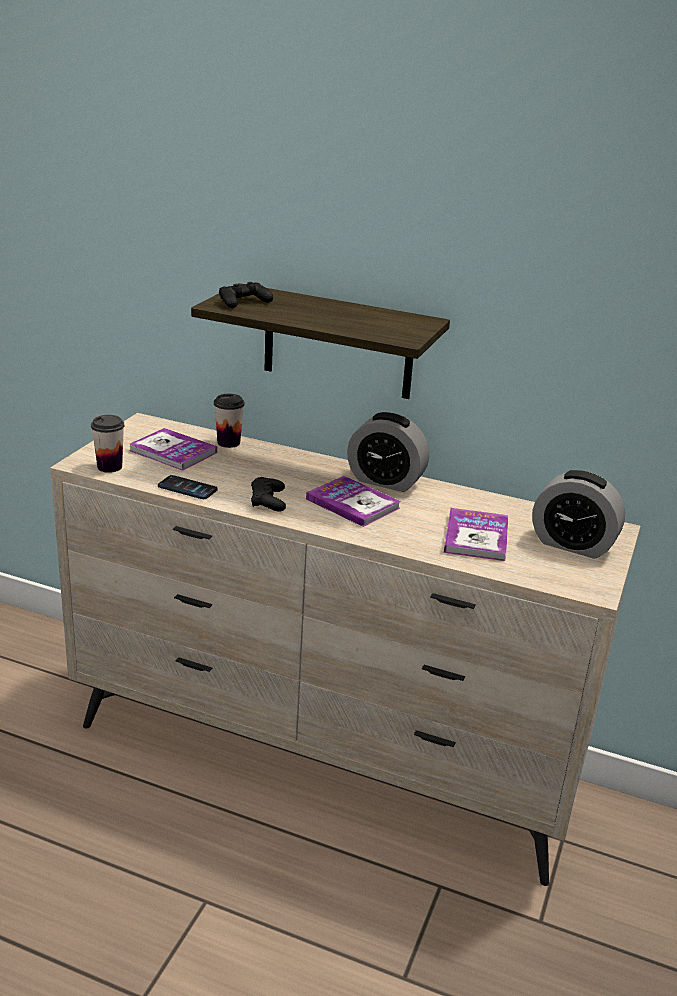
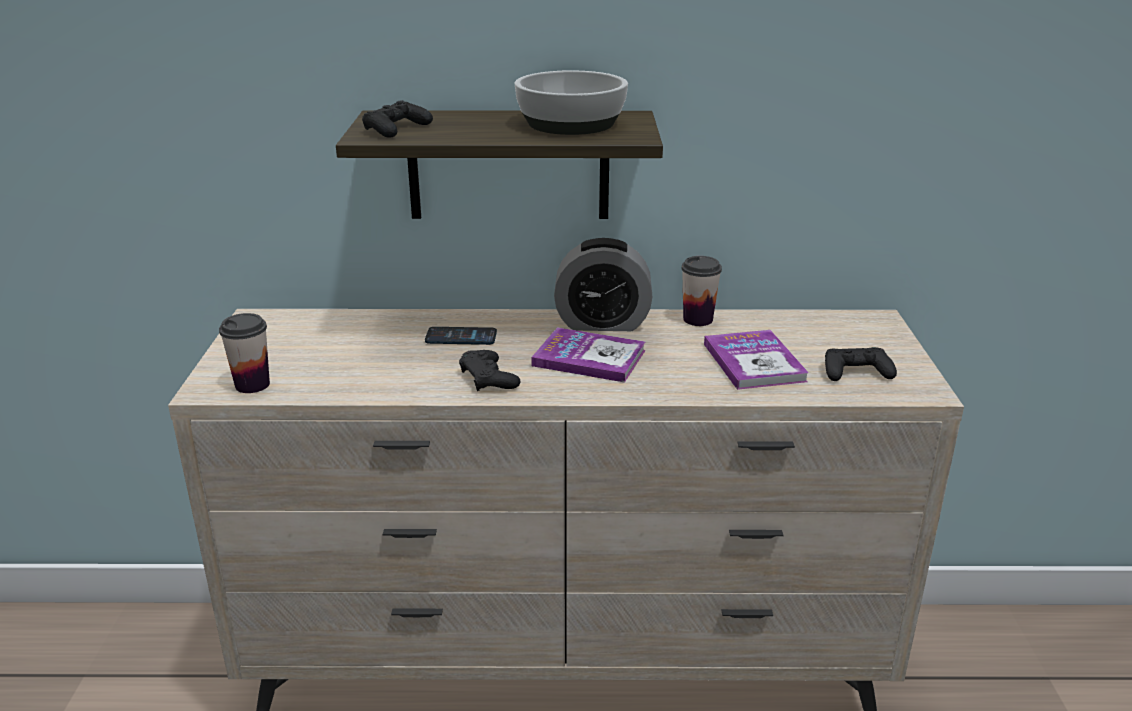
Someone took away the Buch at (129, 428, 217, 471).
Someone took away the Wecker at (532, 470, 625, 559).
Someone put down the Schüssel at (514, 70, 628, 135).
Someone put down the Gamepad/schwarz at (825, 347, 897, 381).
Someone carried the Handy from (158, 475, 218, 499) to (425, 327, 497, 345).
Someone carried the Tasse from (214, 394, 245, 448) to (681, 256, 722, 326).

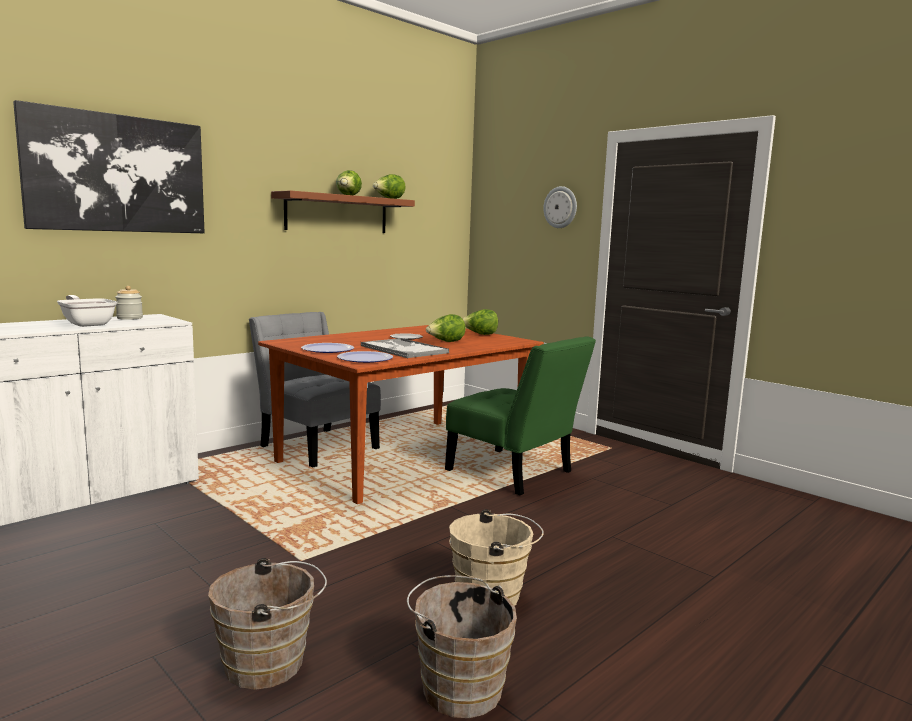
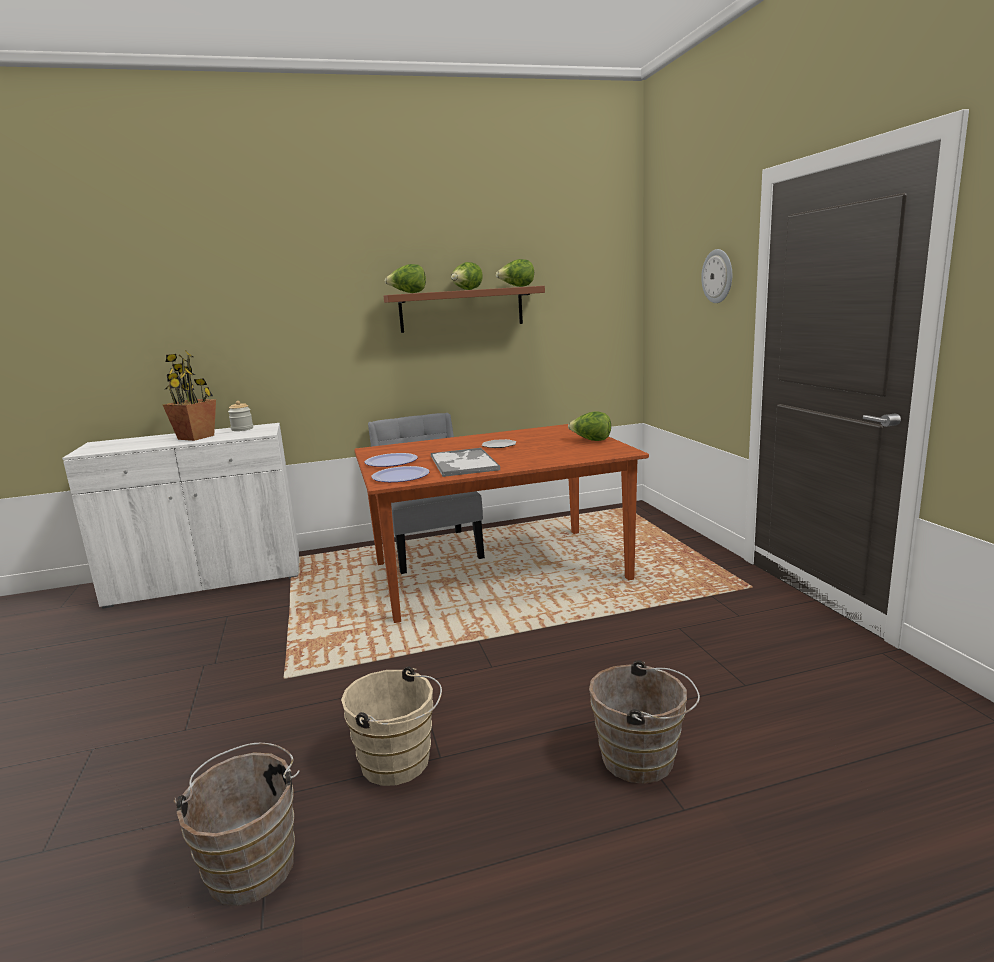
Someone took away the Bild at (13, 100, 205, 233).
Someone took away the Stuhl/grün at (445, 336, 596, 495).
Someone carried the Eimer/braun from (208, 558, 327, 690) to (589, 660, 700, 784).
Someone carried the Salatkopf from (426, 314, 466, 342) to (385, 264, 426, 293).
Someone swapped the Pfanne at (57, 295, 117, 327) for the Topfpflanze at (163, 350, 216, 441).

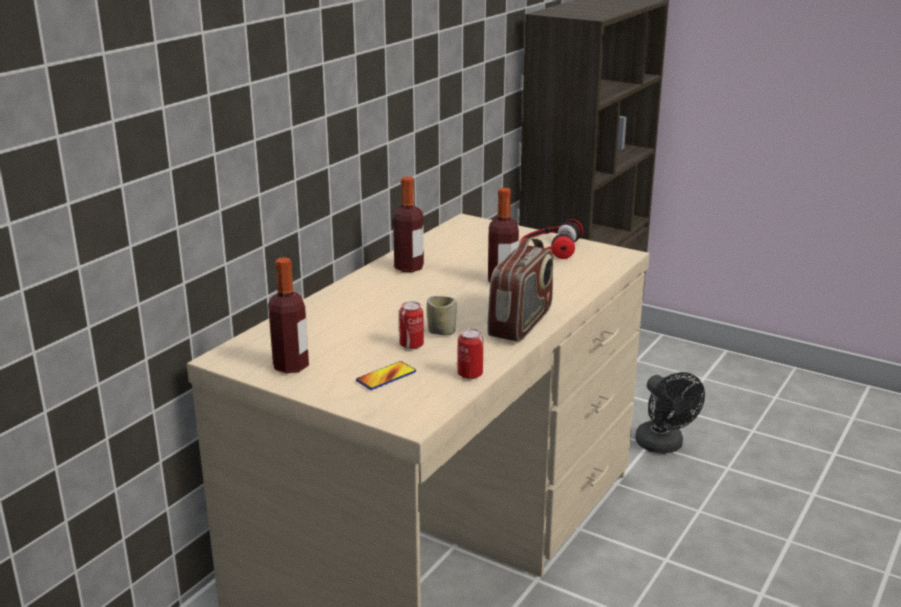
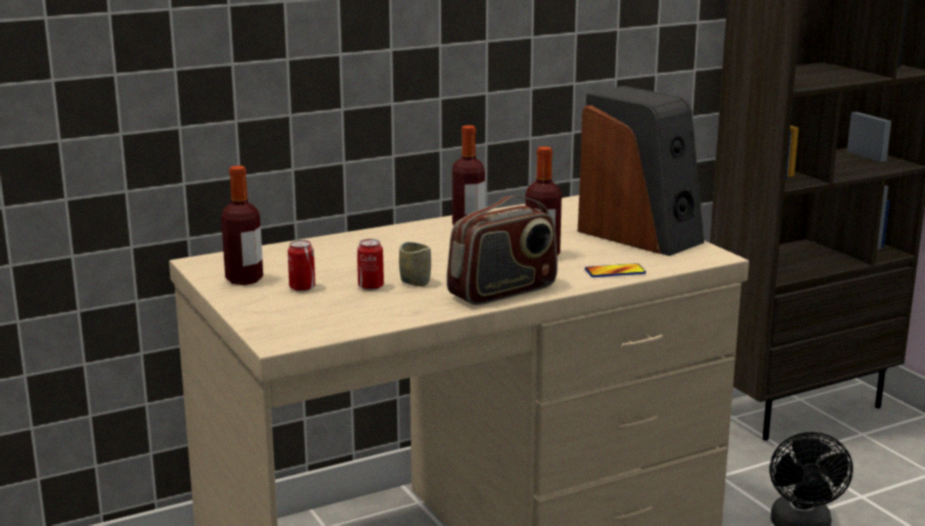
Someone carried the Handy from (356, 361, 416, 390) to (585, 263, 646, 277).
Someone carried the Dose from (457, 328, 483, 379) to (288, 240, 315, 291).
Someone swapped the Kopfhörer at (519, 219, 583, 259) for the Lautsprecher at (578, 86, 704, 256).

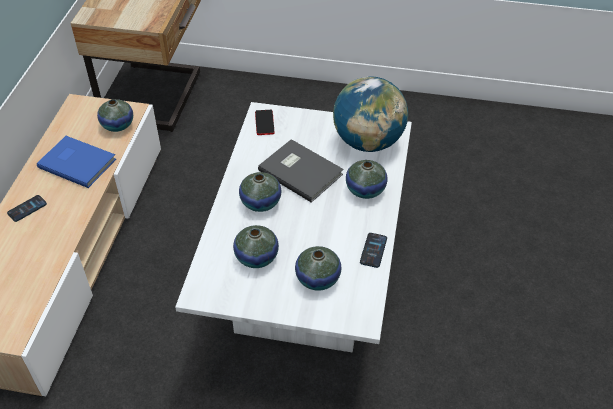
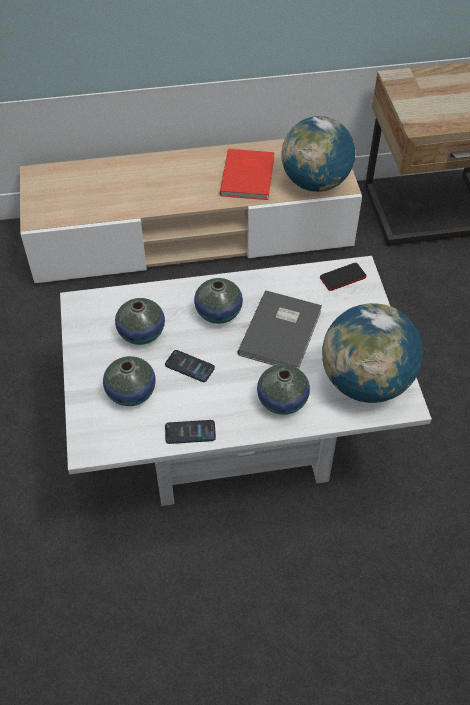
Someone carried the Handy from (7, 195, 47, 222) to (165, 350, 215, 382).
Someone swapped the Vase at (97, 99, 133, 132) for the Globus at (281, 116, 355, 192).
Someone repainted the Buch/blau at (37, 136, 116, 188), which became the Buch/rot at (220, 149, 274, 200).

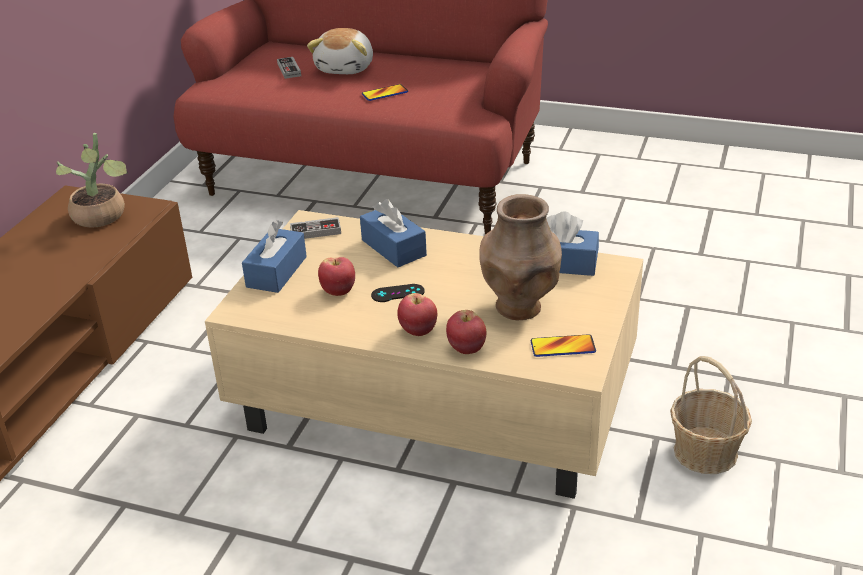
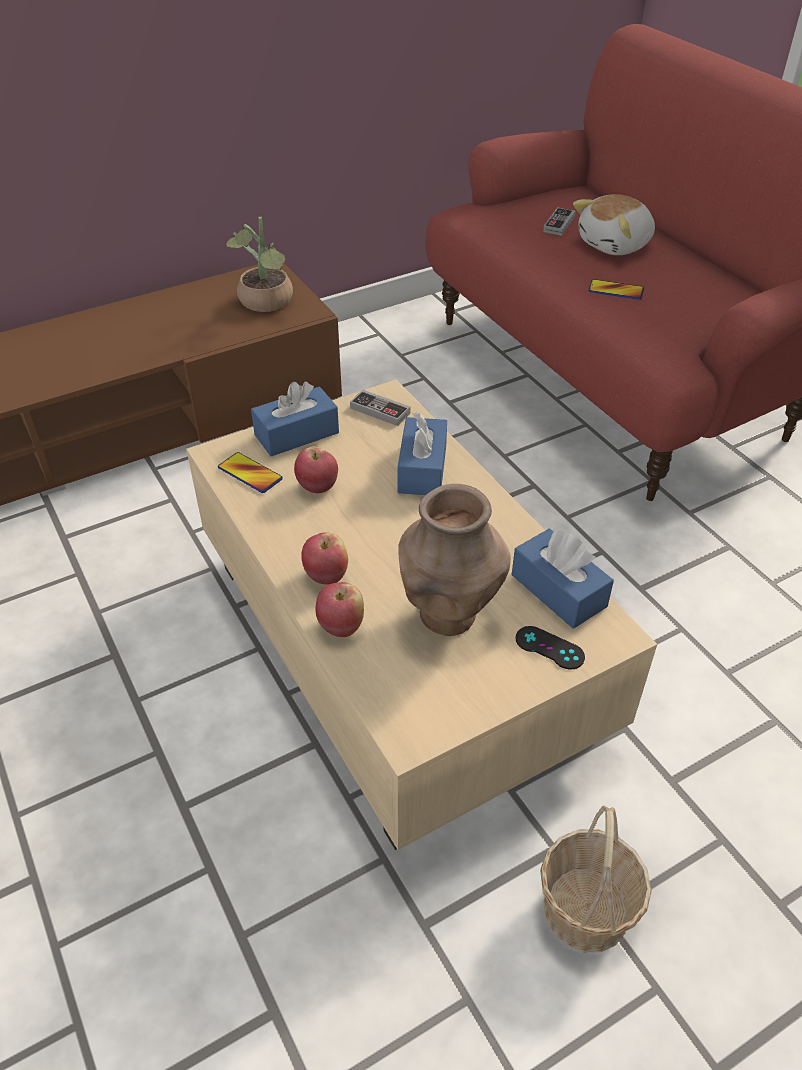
Someone carried the Gamepad/schwarz from (371, 284, 425, 302) to (515, 626, 585, 670).
Someone carried the Handy from (531, 334, 596, 357) to (218, 452, 283, 493).

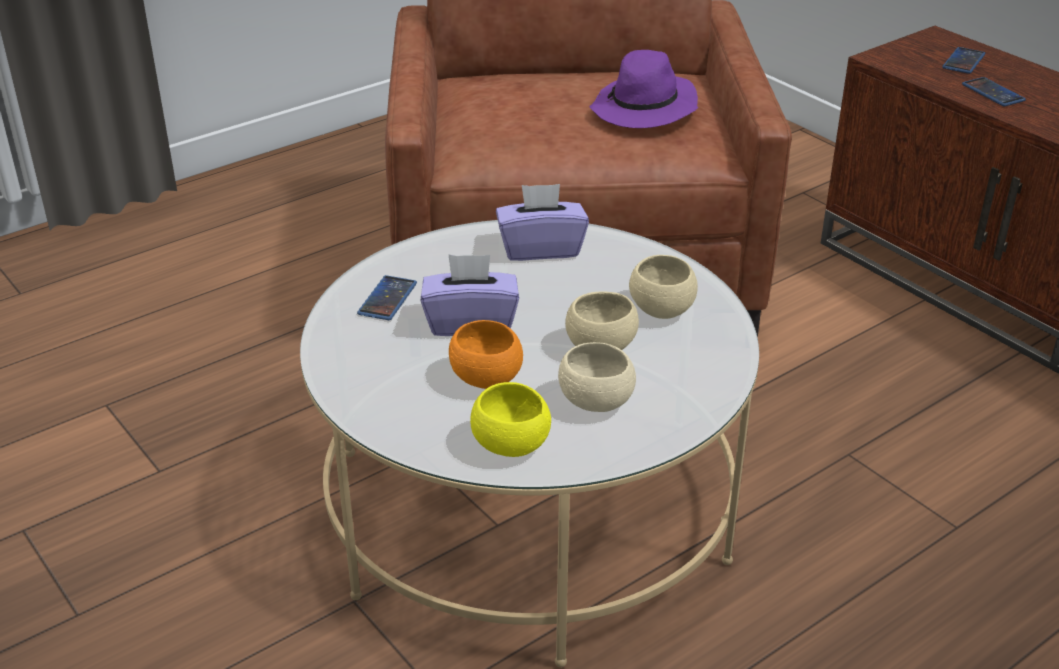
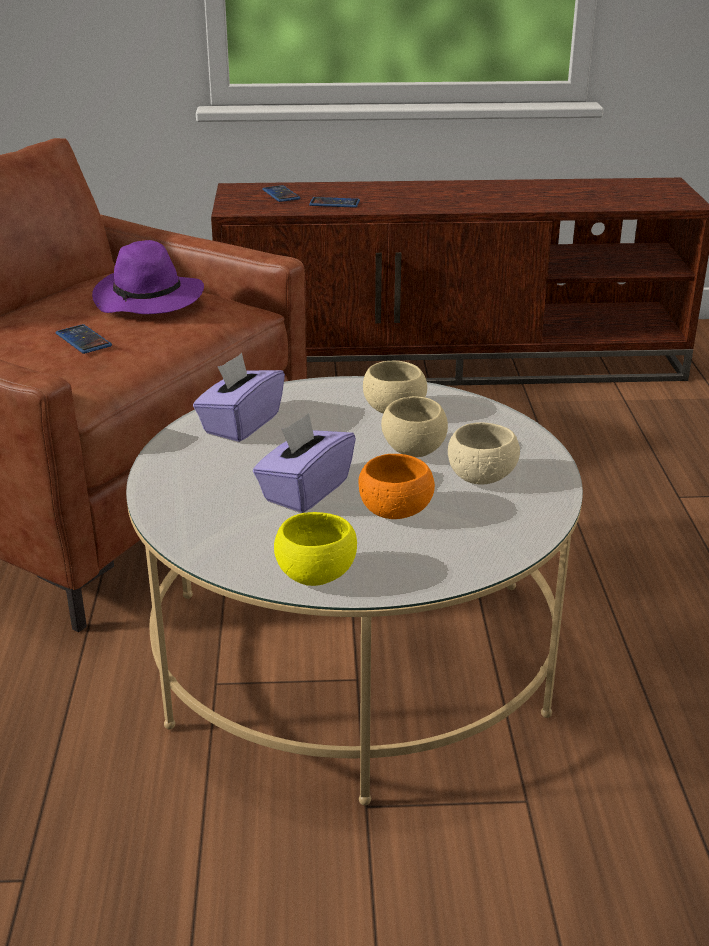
Someone carried the Handy from (357, 275, 417, 320) to (56, 324, 112, 354).
Someone carried the Schüssel/gelb from (470, 382, 551, 457) to (274, 512, 357, 586).

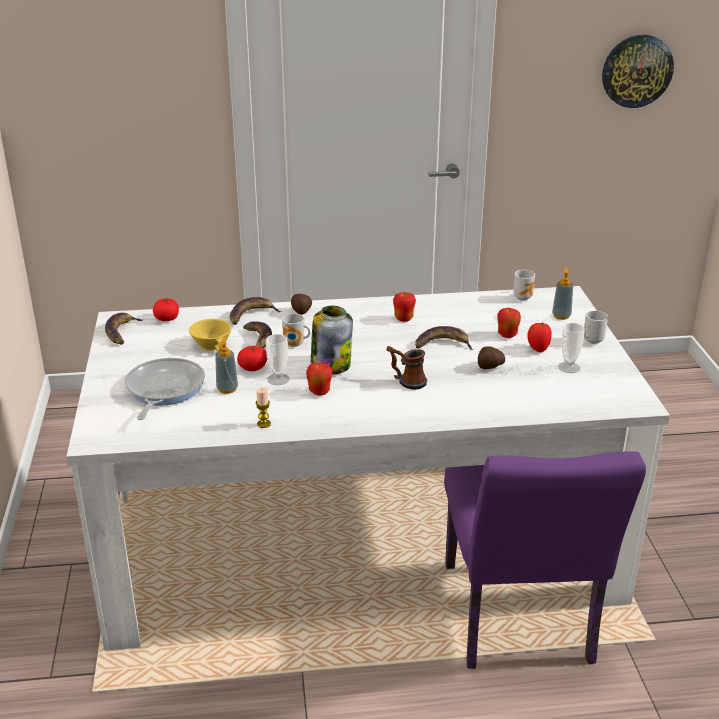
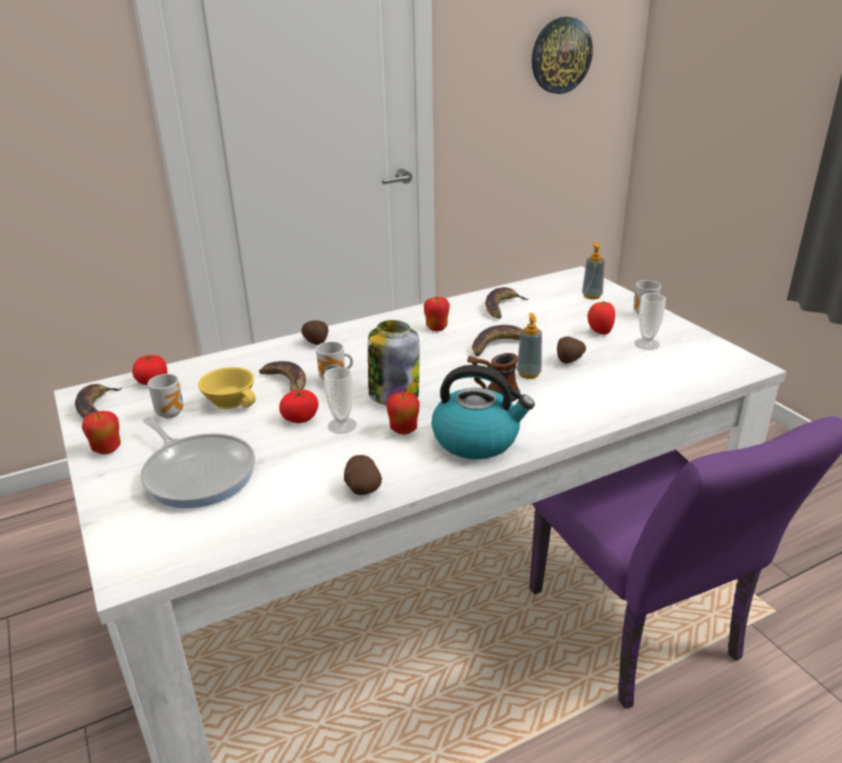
Someone put down the Wasserkessel at (431, 365, 535, 459).
Someone carried the Seifenspender from (215, 338, 238, 394) to (517, 313, 542, 379).
Someone carried the Banane from (230, 297, 282, 325) to (485, 287, 529, 319).
Someone carried the Apfel from (497, 307, 521, 338) to (82, 411, 121, 454).
Someone carried the Henkelbecher from (513, 270, 535, 301) to (148, 374, 183, 418).
Someone swapped the Kerze at (256, 387, 271, 428) for the Kartoffel at (344, 455, 382, 495).
Someone rotated the Pfanne at (125, 358, 205, 420) by 150 degrees clockwise.

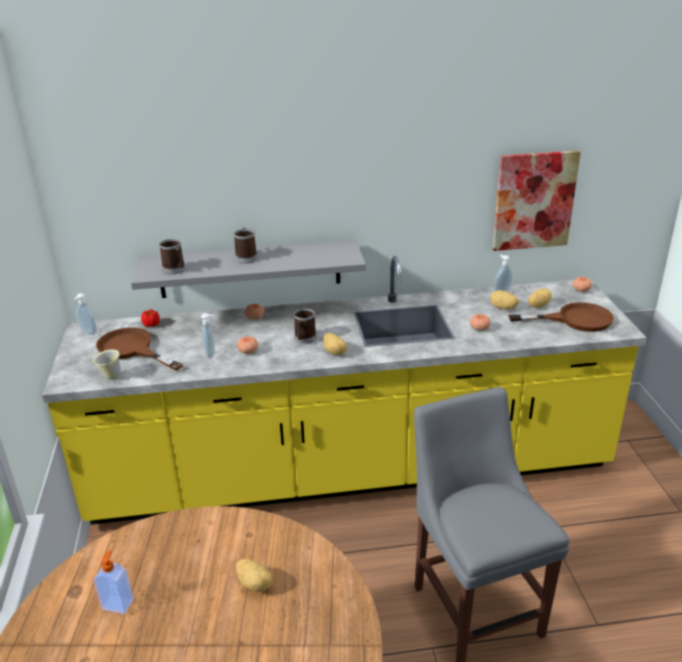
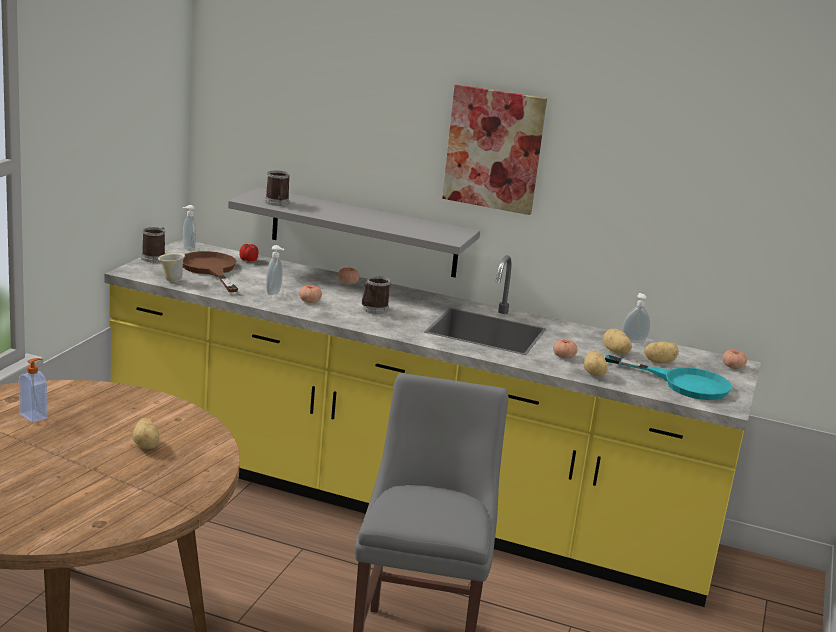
Someone carried the Henkelbecher from (233, 228, 258, 264) to (141, 227, 165, 263).
Someone carried the Kartoffel from (323, 333, 347, 355) to (584, 350, 608, 377).
Someone carried the Bild from (492, 150, 581, 251) to (442, 84, 547, 215).
Someone repainted the Pfanne/braun at (509, 302, 614, 332), which became the Pfanne/türkis at (605, 355, 732, 400).

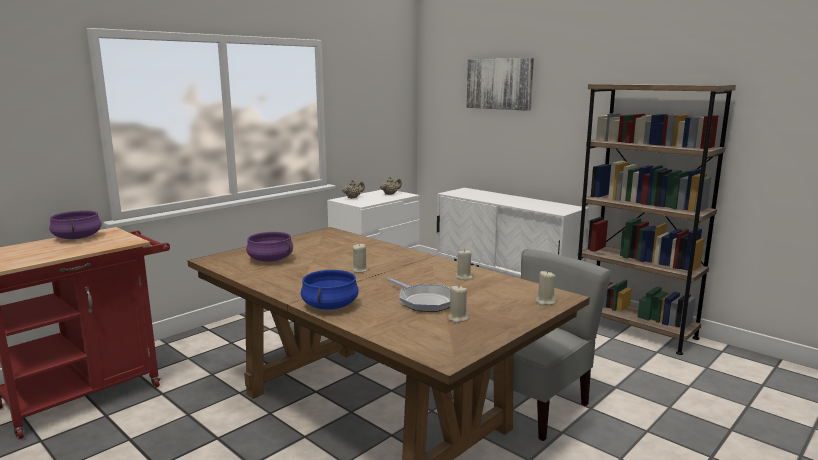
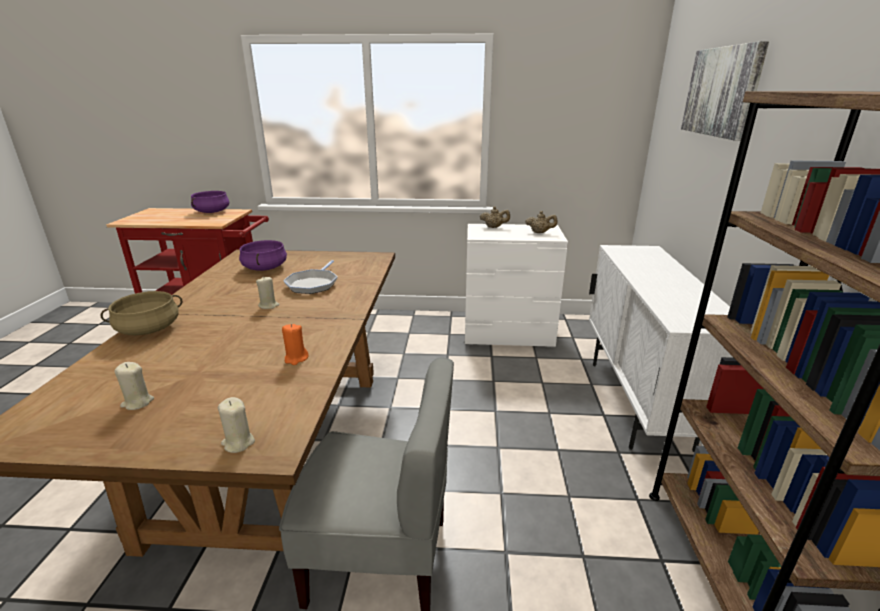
Someone carried the Pfanne from (387, 278, 450, 312) to (283, 260, 338, 294).
Someone repainted the Kochtopf/blau at (301, 270, 358, 310), which became the Kochtopf/beige at (100, 291, 182, 335).
Someone repainted the Kerze/beige at (456, 250, 473, 280), which became the Kerze/orange at (282, 324, 308, 365).

